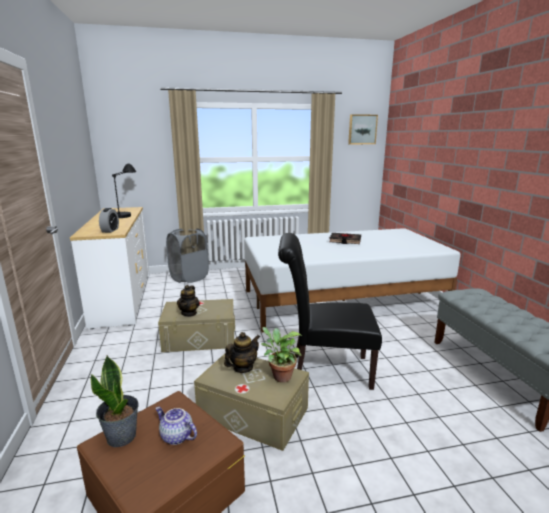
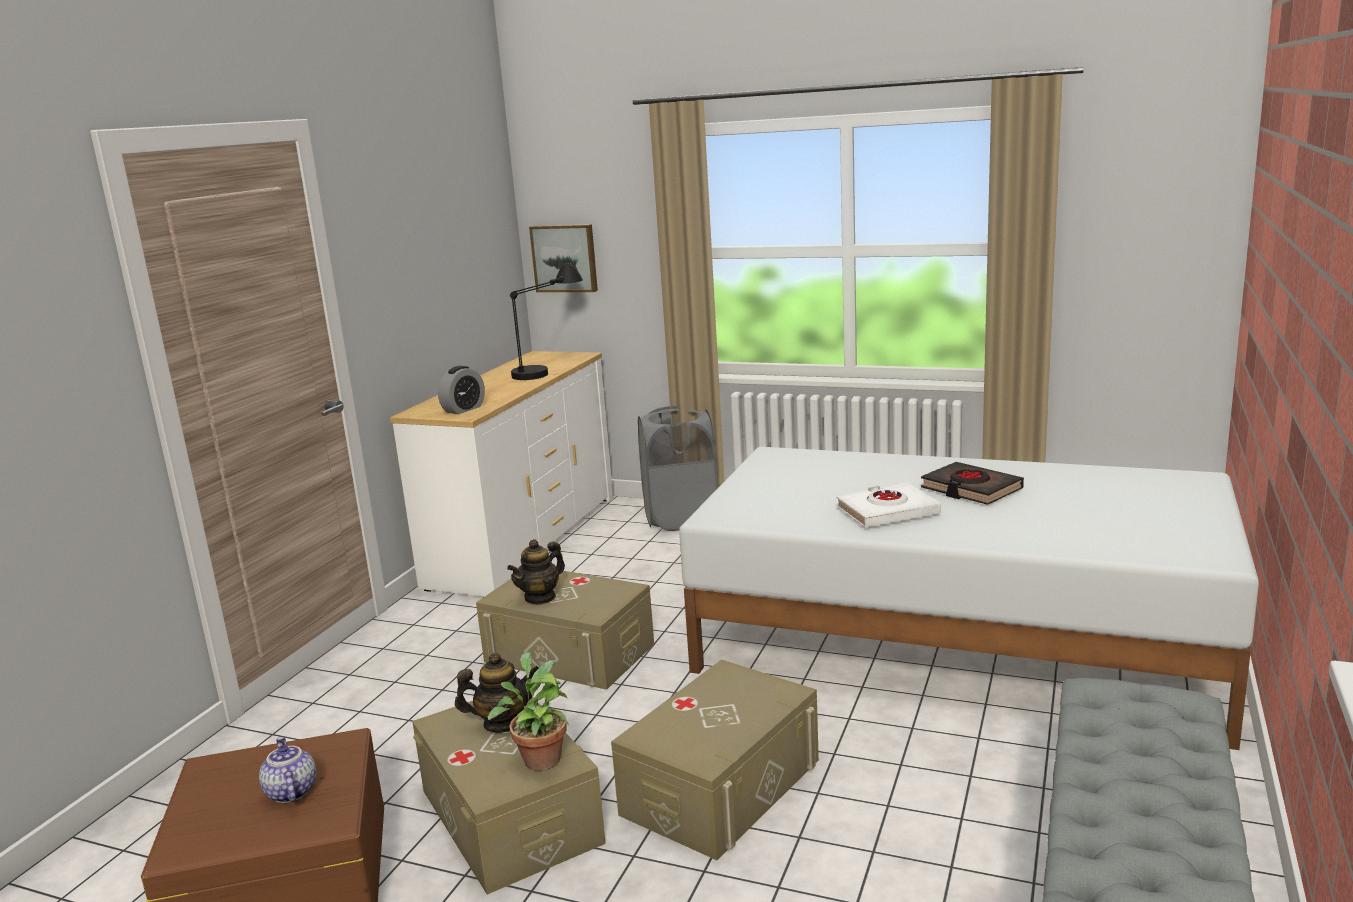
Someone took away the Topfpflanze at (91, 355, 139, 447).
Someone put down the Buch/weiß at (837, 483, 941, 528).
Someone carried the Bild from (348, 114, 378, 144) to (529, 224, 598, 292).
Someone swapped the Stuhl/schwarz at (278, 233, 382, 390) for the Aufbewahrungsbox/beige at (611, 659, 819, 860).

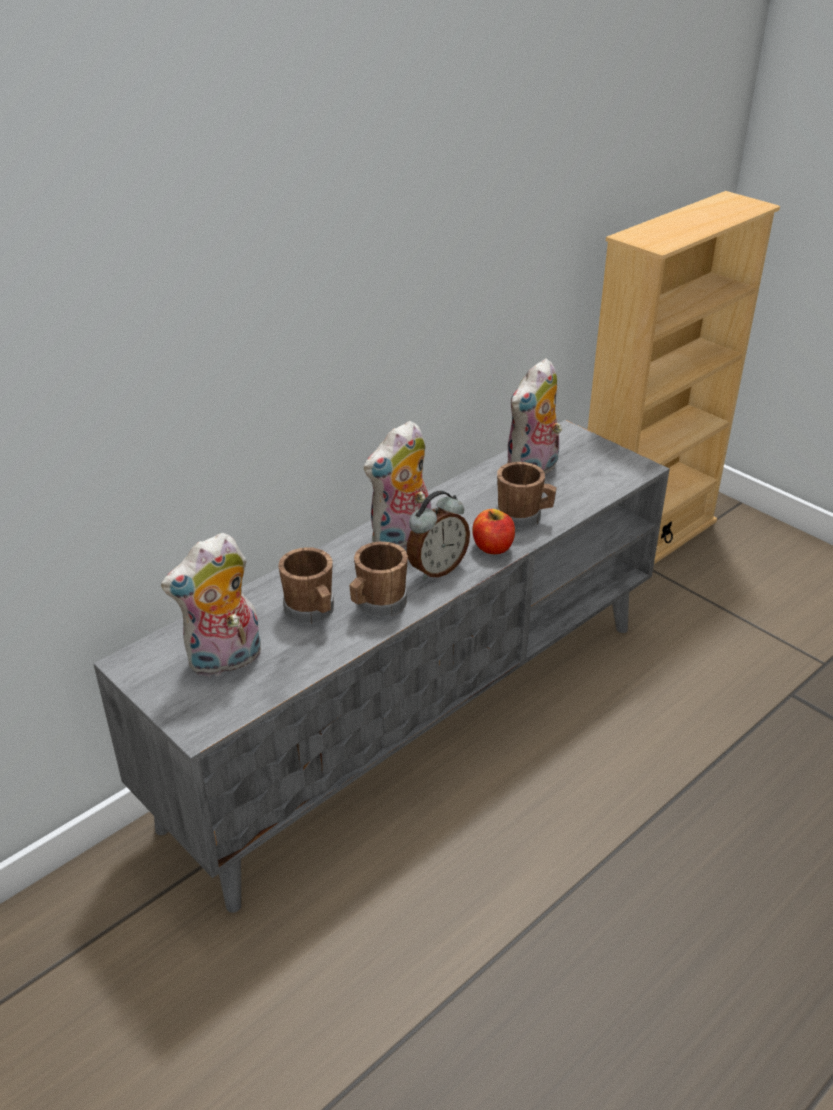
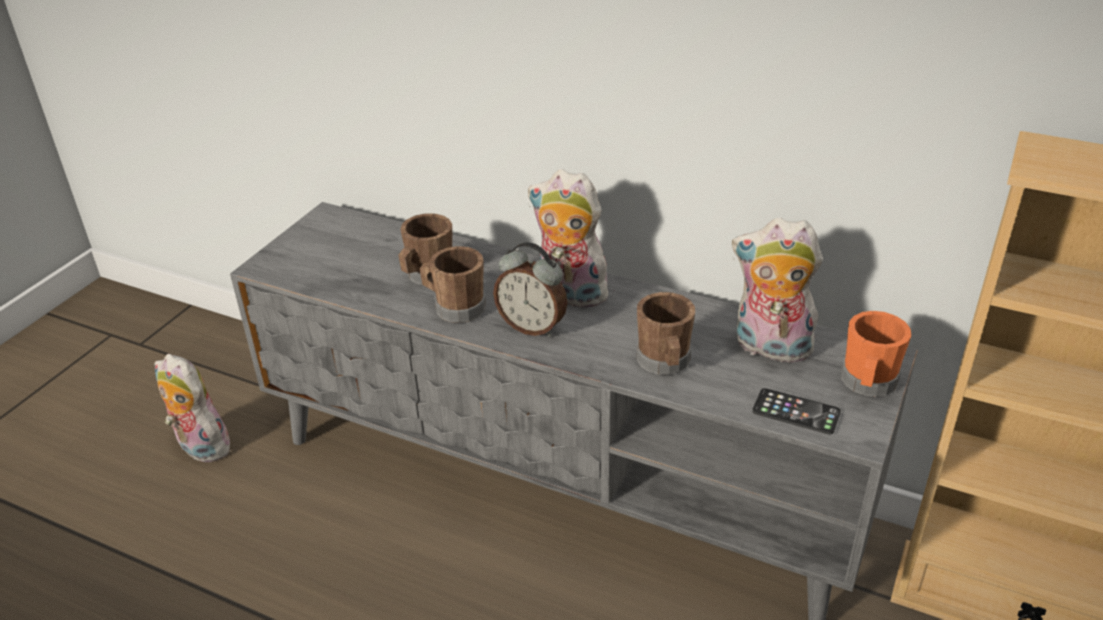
Someone took away the Apfel at (472, 509, 515, 554).
Someone put down the Handy at (752, 388, 841, 434).
Someone put down the Henkelbecher/orange at (841, 311, 911, 397).
Someone carried the Plüschtier from (161, 533, 261, 676) to (155, 354, 234, 462).

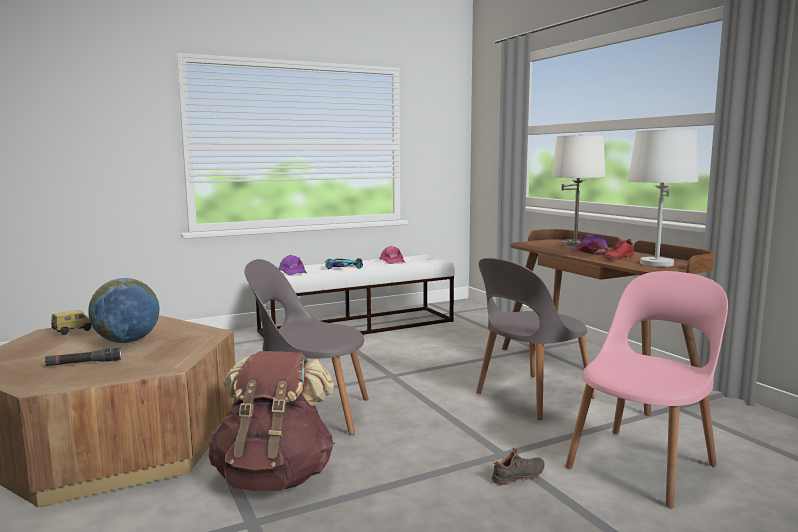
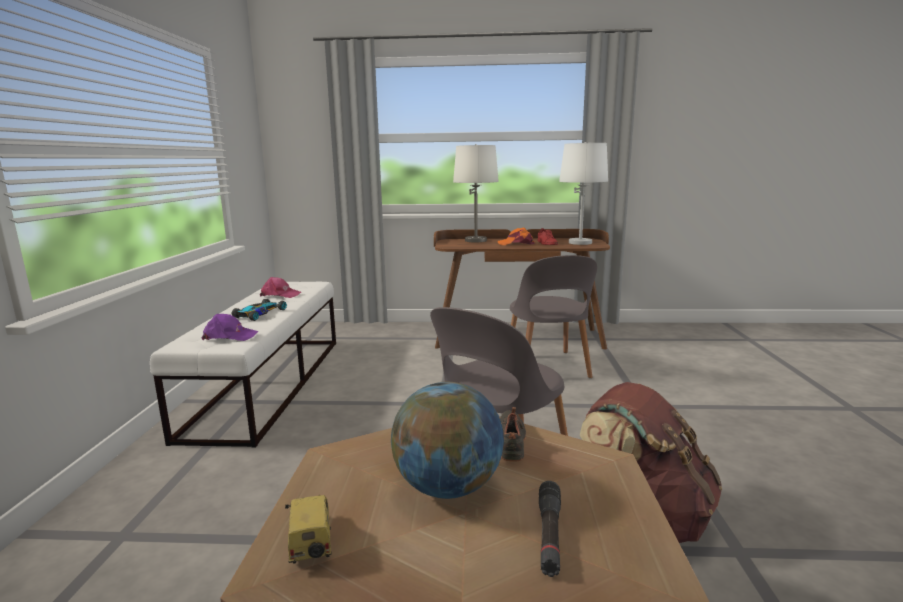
Someone took away the Stuhl/rosa at (565, 271, 728, 508).
Someone carried the Schuh/schwarz from (492, 447, 545, 485) to (500, 407, 526, 462).
Someone repainted the Kappe/lila at (570, 234, 608, 255), which became the Kappe/orange at (498, 228, 535, 245).

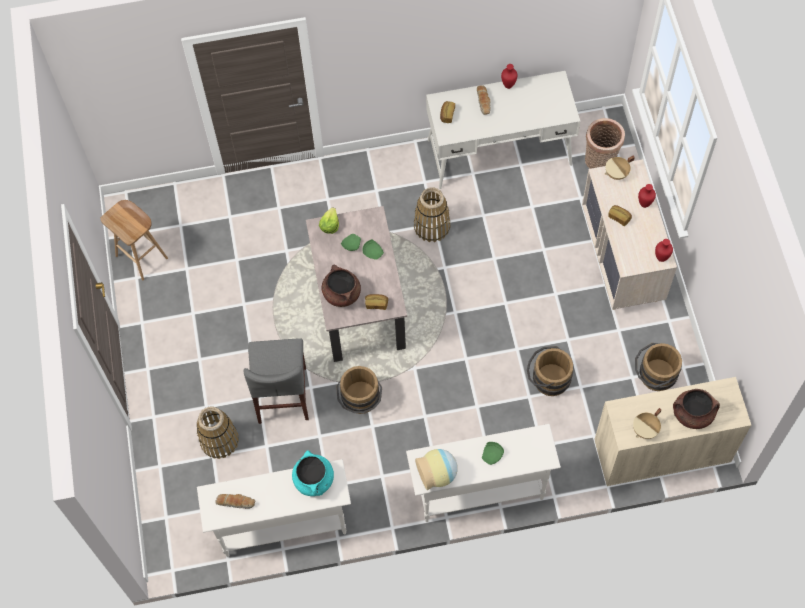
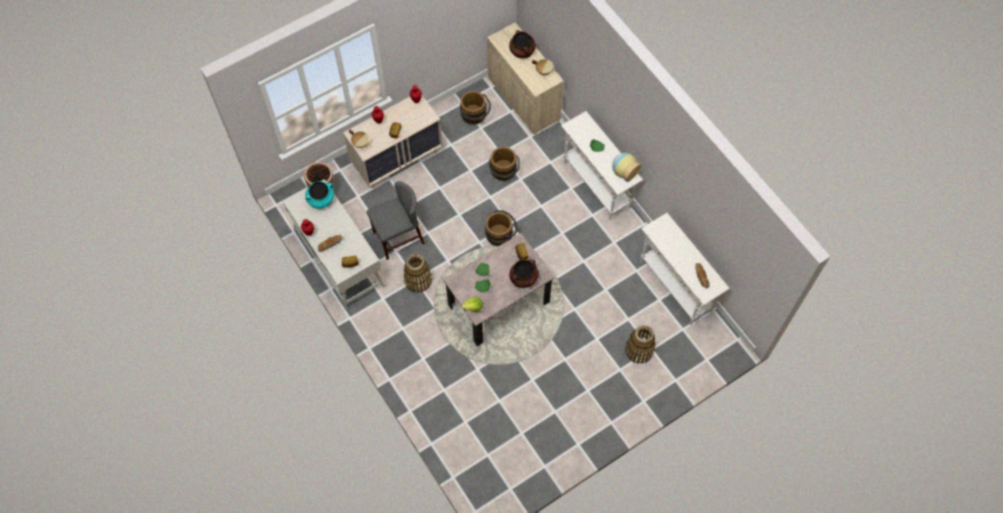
Someone took away the Hocker/braun at (100, 200, 168, 280).
Someone carried the Stuhl/grau from (243, 338, 309, 424) to (367, 181, 425, 260).
Someone carried the Kochtopf/türkis from (292, 450, 334, 496) to (305, 181, 334, 209).
Someone carried the Eimer/braun from (336, 366, 382, 414) to (485, 211, 517, 246).

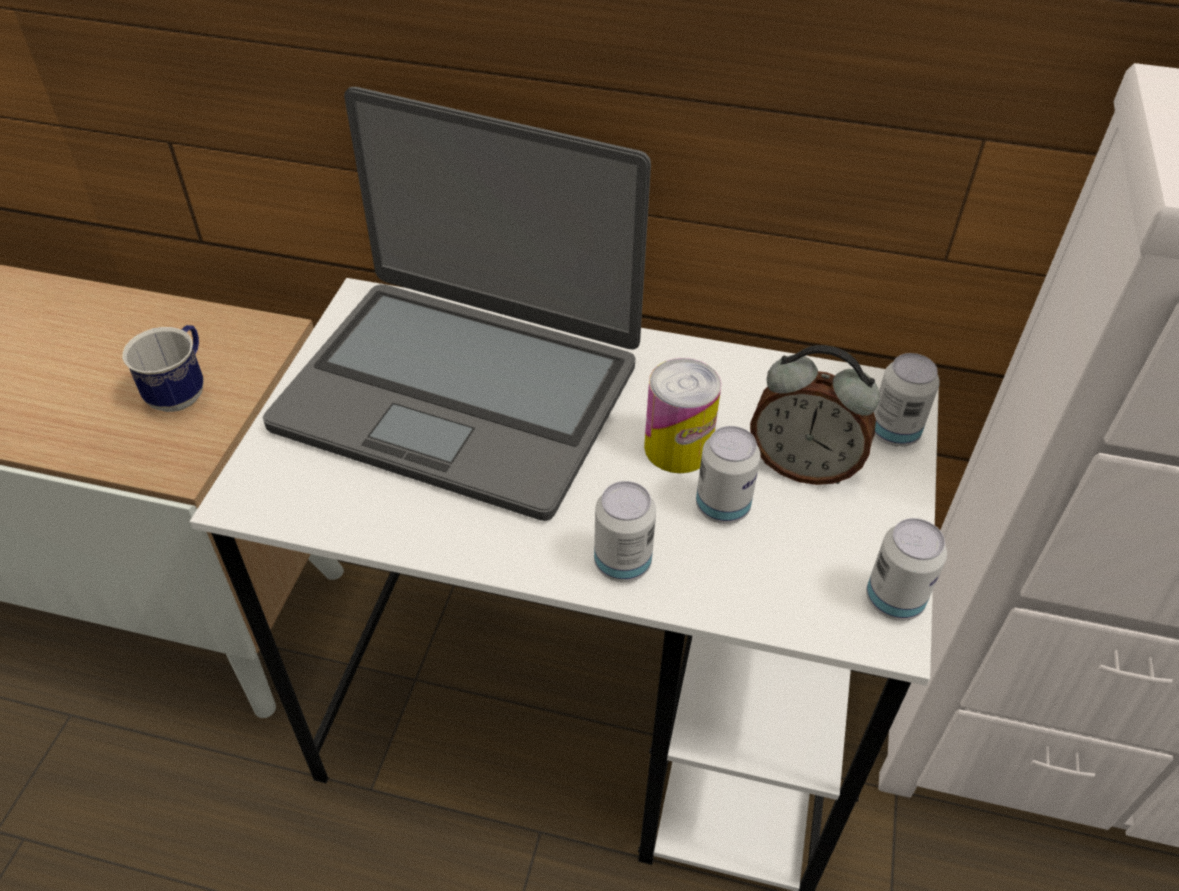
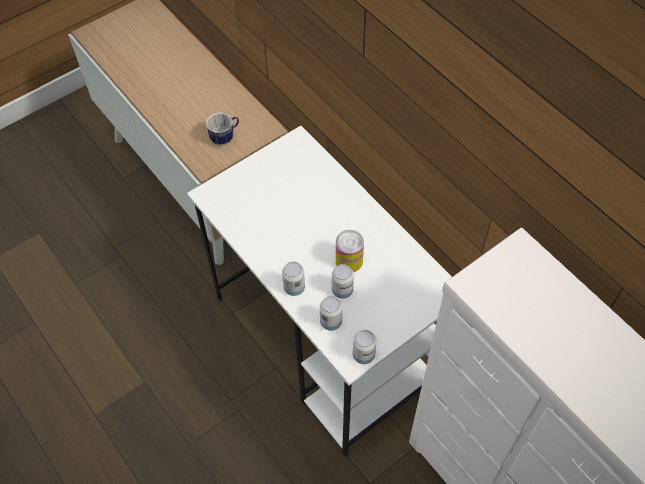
Someone took away the Laptop at (263, 87, 651, 521).
Someone took away the Wecker at (750, 345, 880, 485).
Someone carried the Dose from (874, 353, 940, 447) to (320, 296, 342, 331).

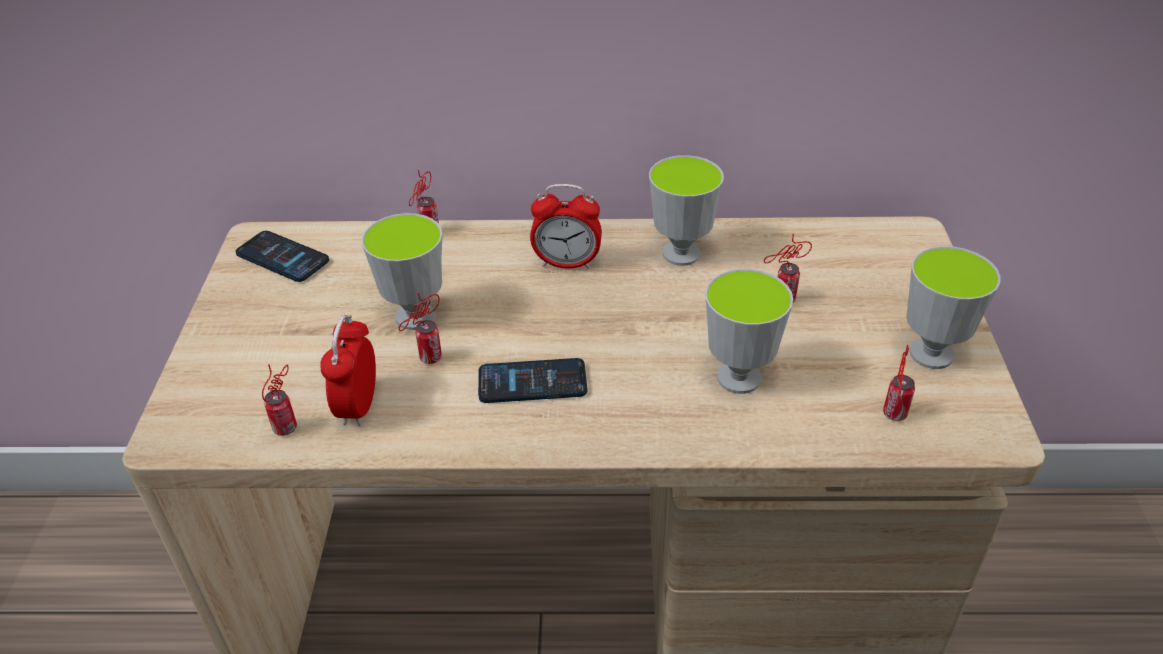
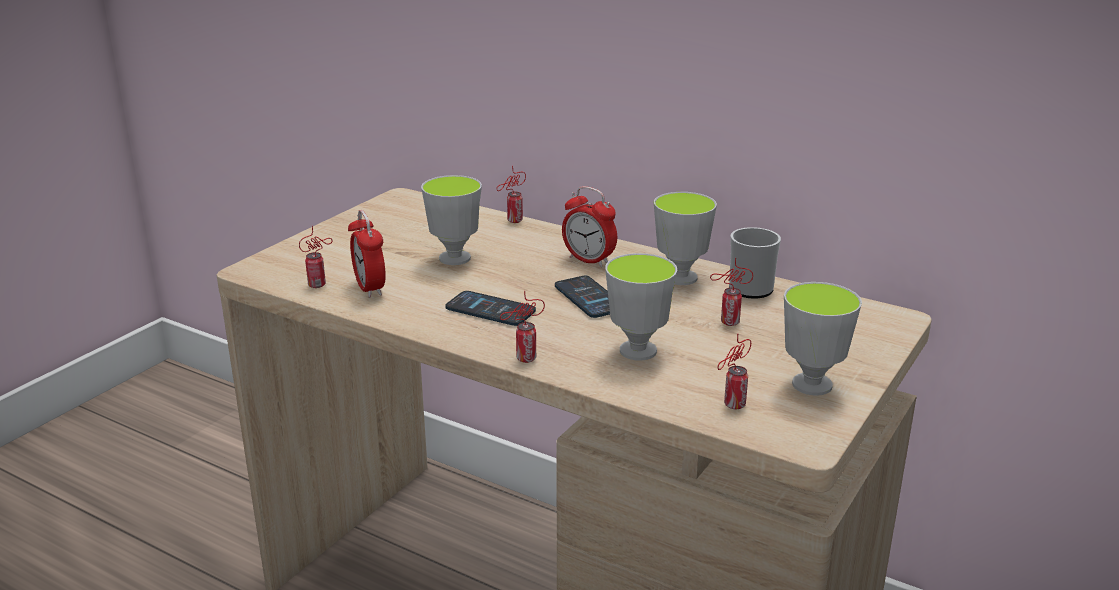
Someone put down the Henkelbecher at (729, 227, 781, 299).
Someone carried the Handy from (235, 231, 329, 282) to (555, 276, 610, 318).
Someone carried the Dose from (399, 292, 442, 364) to (500, 291, 545, 363).
Someone rotated the Wecker at (320, 315, 376, 426) by 60 degrees counterclockwise.

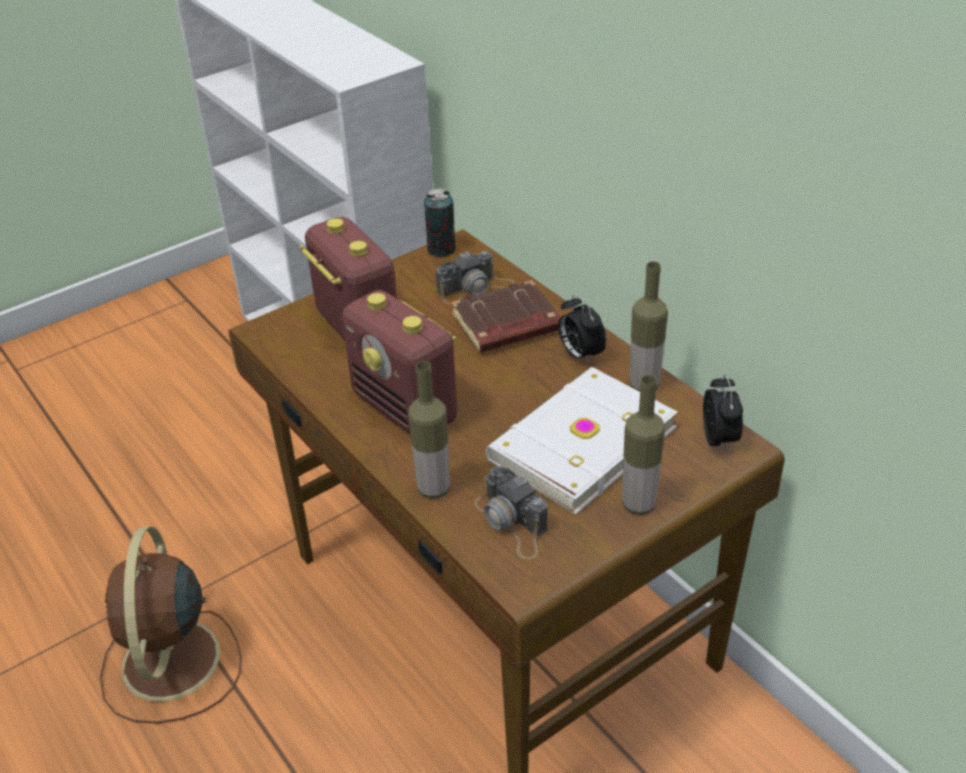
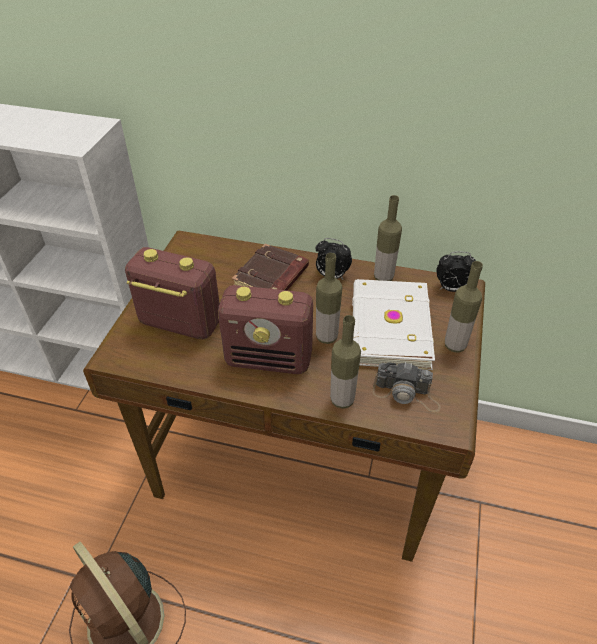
Someone took away the Dose at (424, 188, 456, 257).
Someone took away the Kamera at (436, 251, 515, 304).
Someone put down the Flasche at (316, 253, 342, 344).
Someone rotated the Wecker at (703, 374, 743, 453) by 135 degrees clockwise.

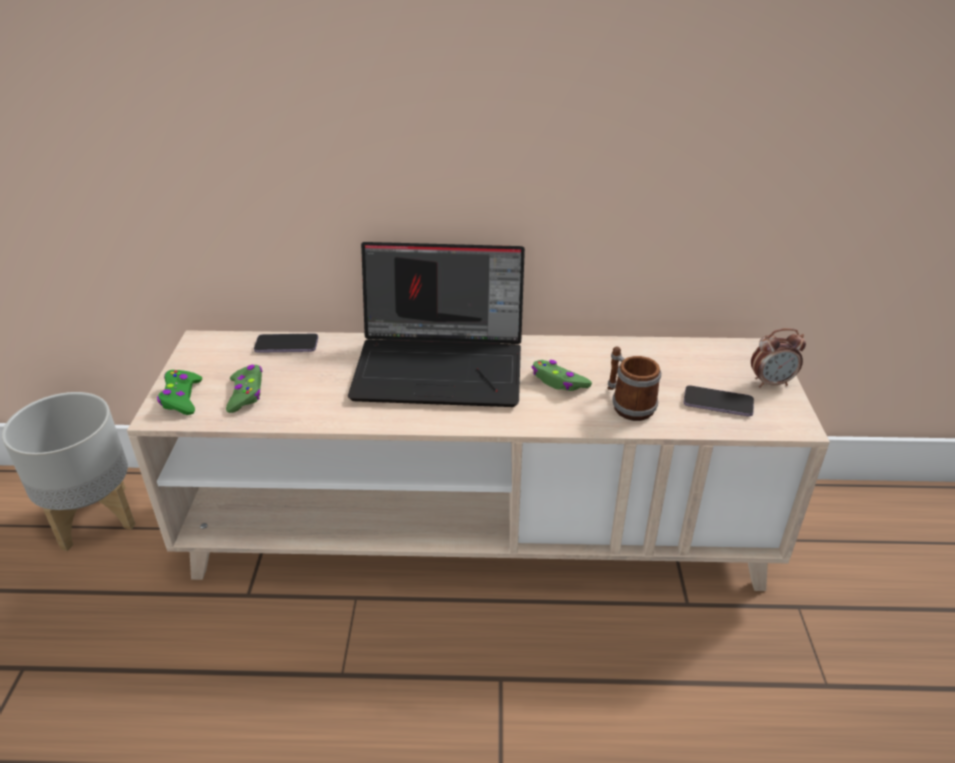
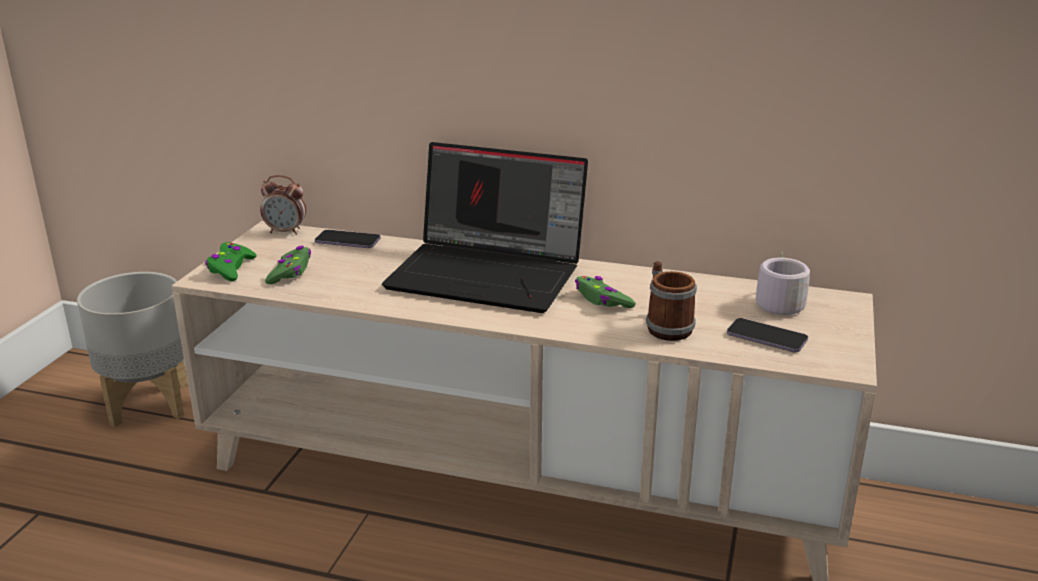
Someone put down the Henkelbecher/grau at (751, 252, 810, 317).
Someone carried the Wecker from (751, 328, 806, 388) to (260, 175, 306, 235).

